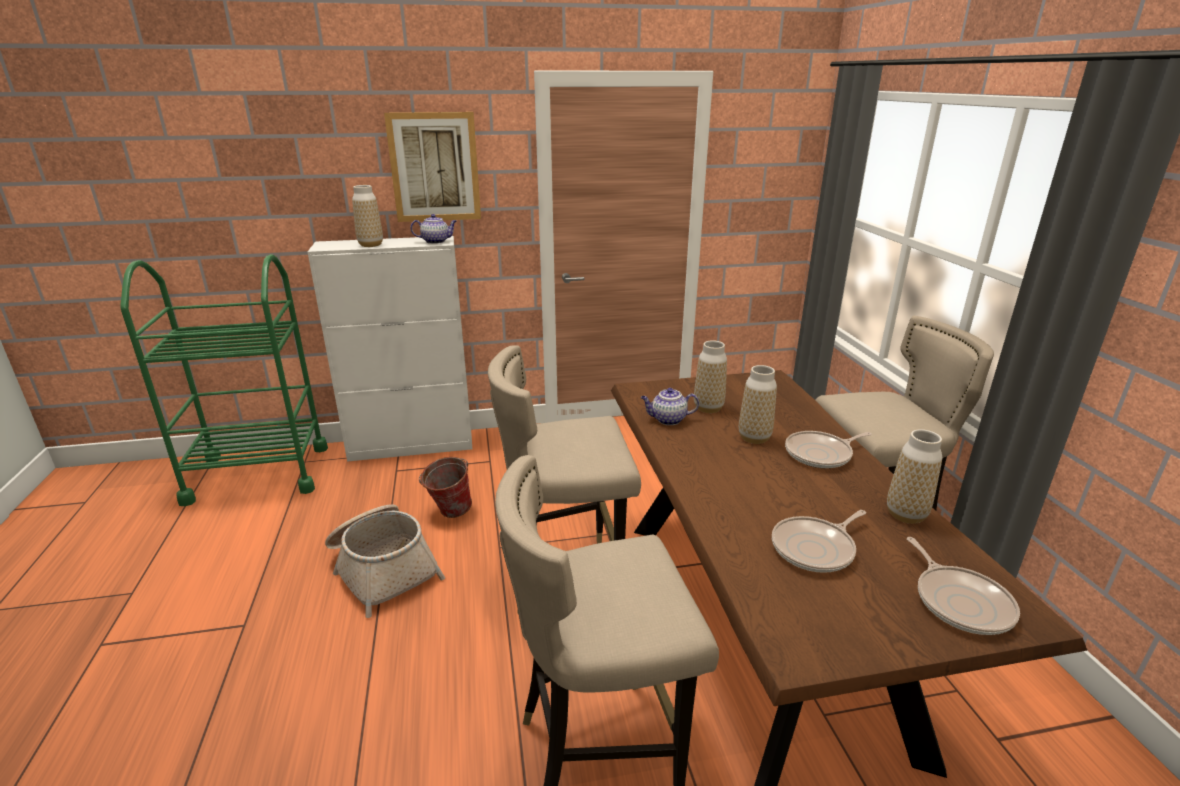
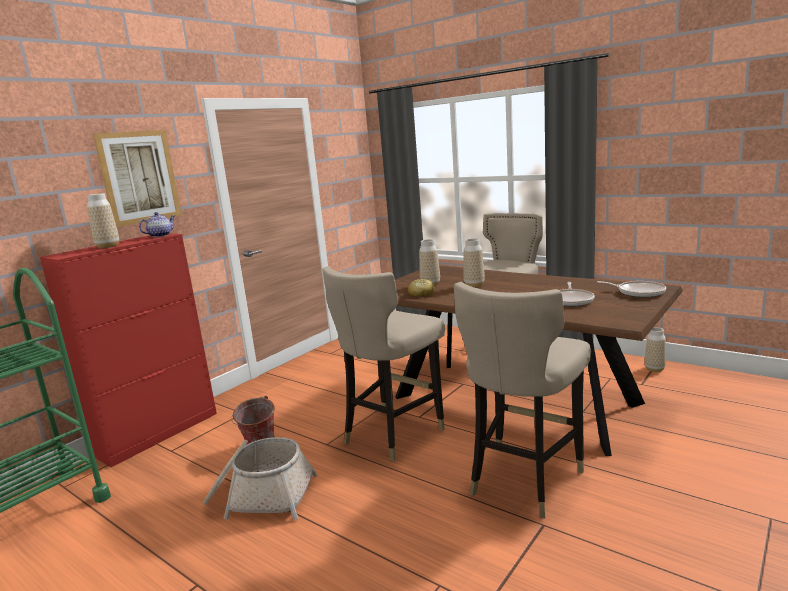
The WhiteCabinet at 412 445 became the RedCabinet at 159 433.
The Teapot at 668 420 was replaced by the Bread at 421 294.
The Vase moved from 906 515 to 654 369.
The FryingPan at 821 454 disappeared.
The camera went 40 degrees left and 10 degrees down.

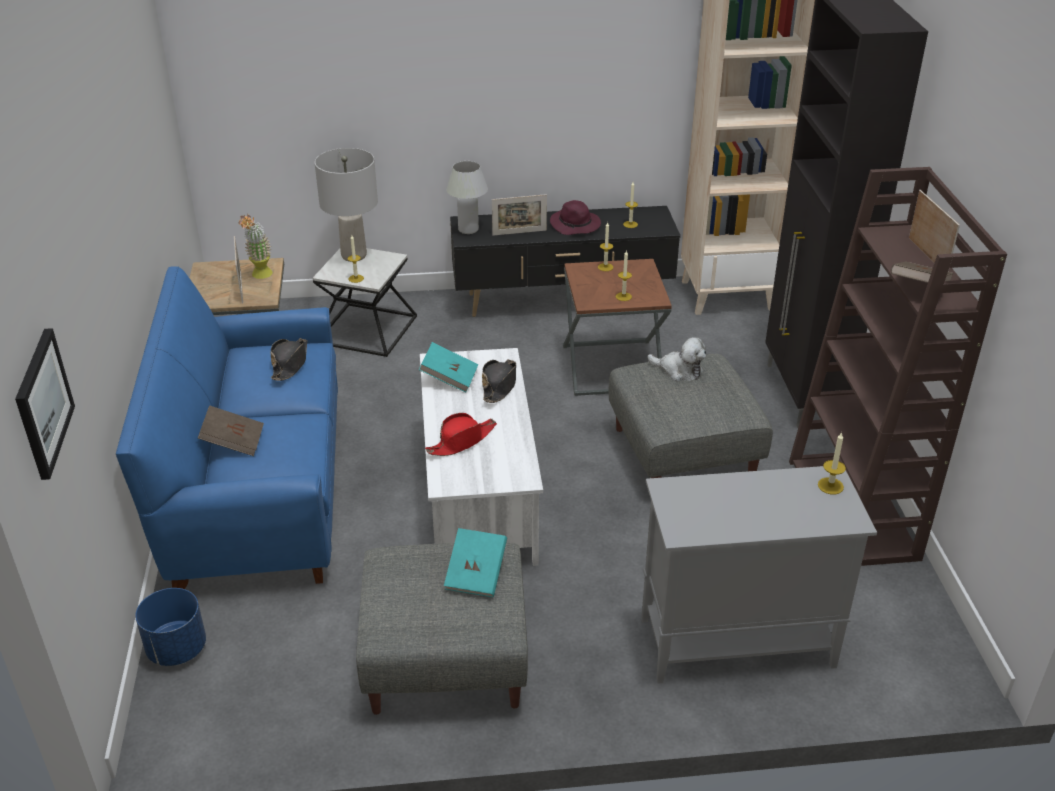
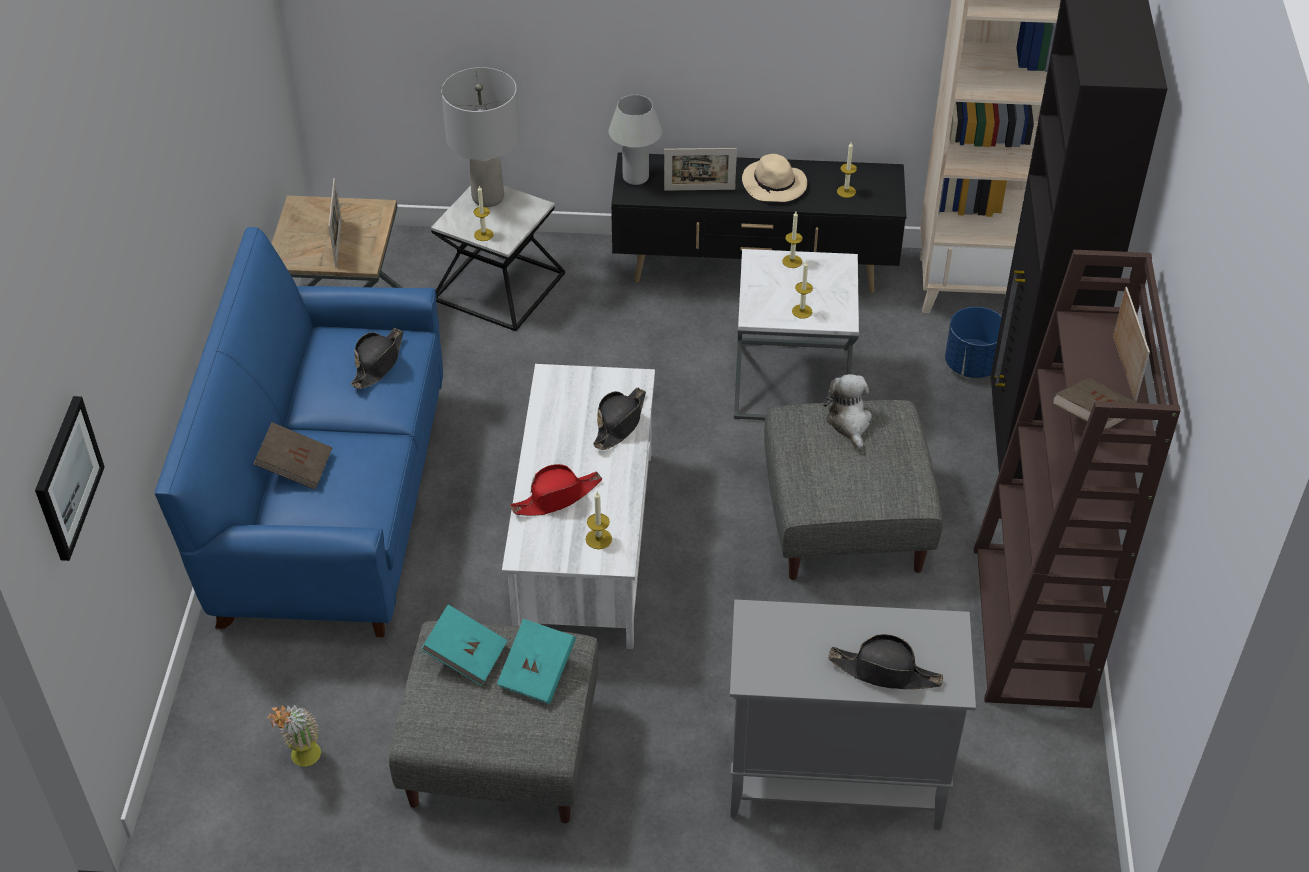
The PottedPlant moved from 260 276 to 302 760.
The TurquoiseBook moved from 449 378 to 466 656.
The Candle moved from 830 486 to 598 539.
The BrownSideTable at 612 367 became the WhiteSideTable at 792 382.
The PurpleHat at 576 225 became the BeigeHat at 775 185.
The PlushToy at 679 370 turned 135 degrees counterclockwise.
The BlackHat at 885 672 appeared.
The BluePlanter moved from 176 648 to 971 364.
The camera went 10 degrees right and 10 degrees up.

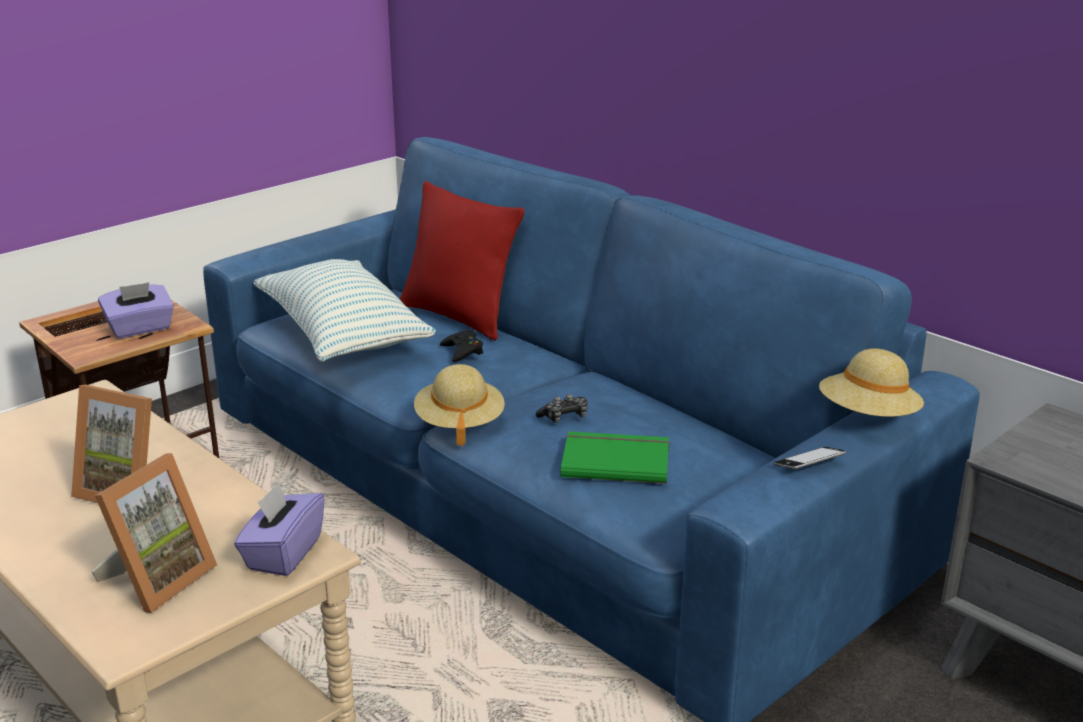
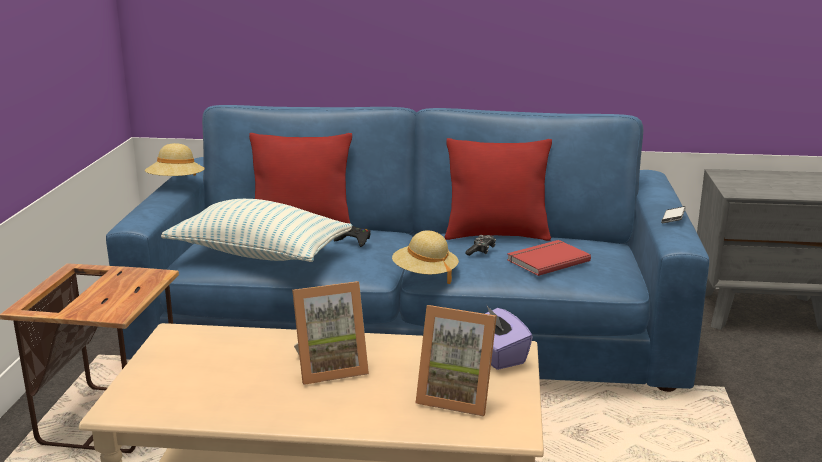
The BeigeHat moved from 868 417 to 176 183.
The PictureFrame at 157 579 turned 120 degrees clockwise.
The RedPillow at 496 235 appeared.
The GreenBook at 615 460 became the RedBook at 546 260.
The PurpleTissueBox at 140 329 disappeared.
The camera went 40 degrees left and 5 degrees down.

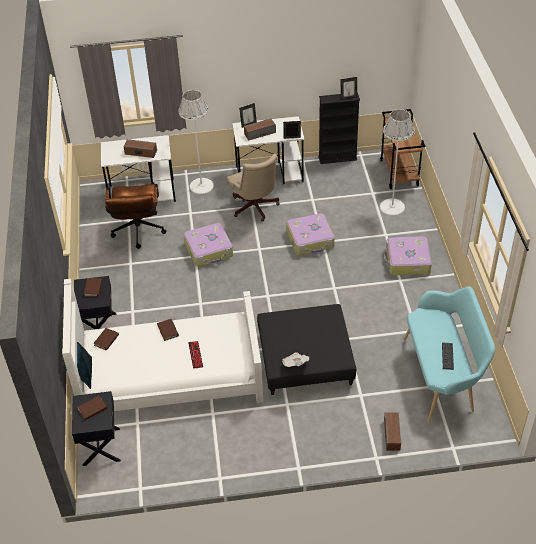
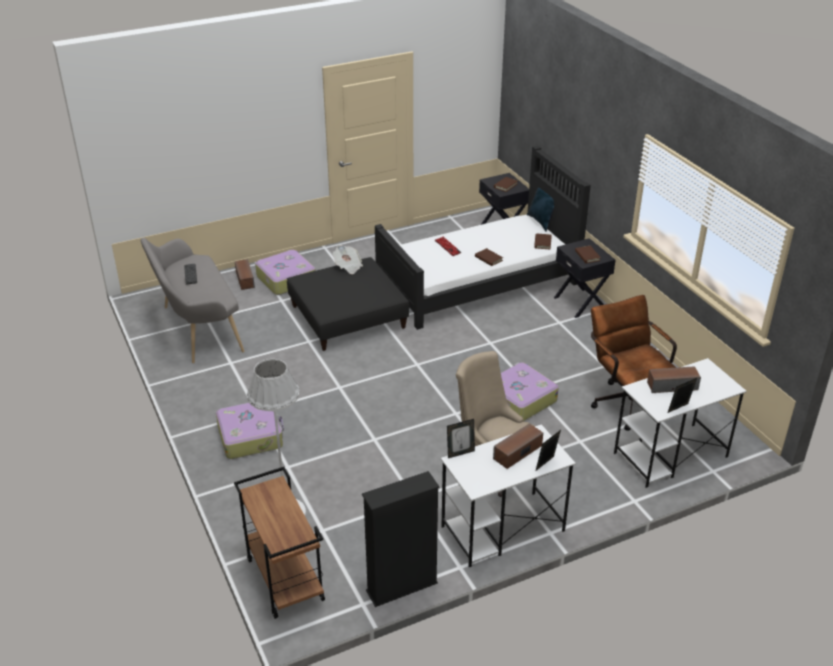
The TurquoiseBench at 442 375 became the GreyBench at 197 329.
The Suitcase moved from 310 240 to 285 279.
The WhiteBed at 169 376 became the BlackBed at 478 281.
The PictureFrame moved from 348 97 to 679 409.
The WhiteFloorLamp at 201 186 disappeared.
The camera went 160 degrees right and 10 degrees down.

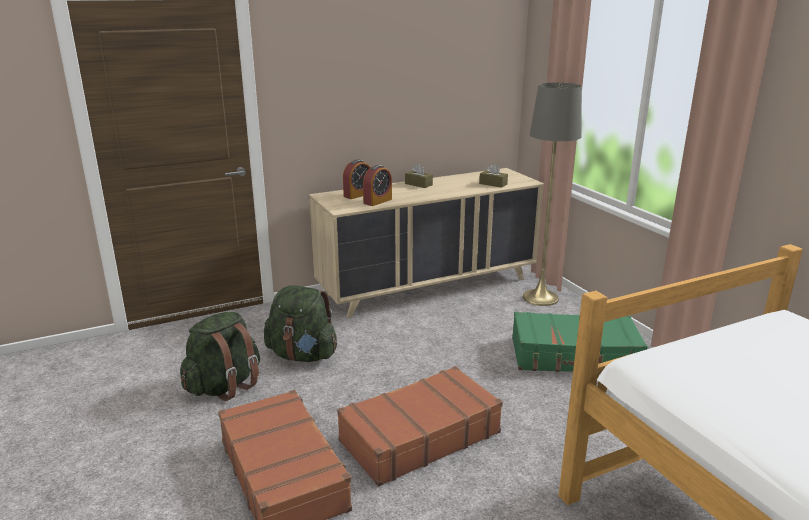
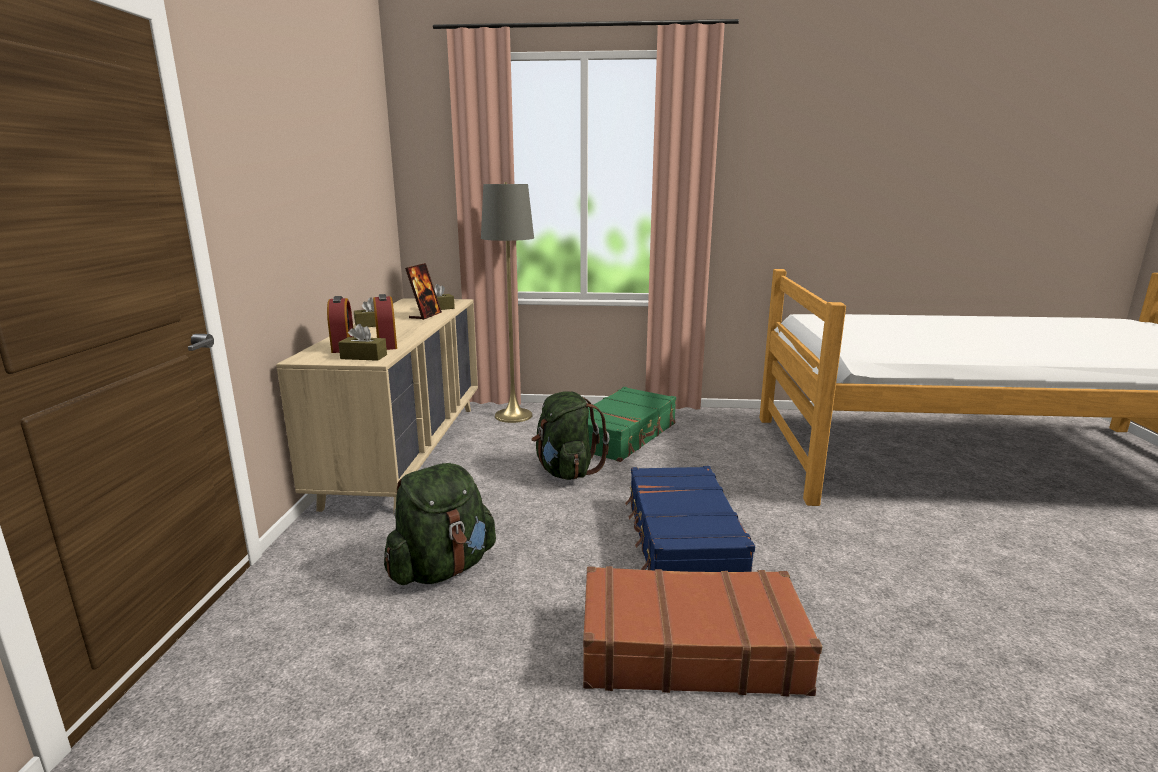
The BrownTissueBox at 364 357 appeared.
The PictureFrame at 425 316 appeared.
The GreenBackpack moved from 224 386 to 566 471.
The BrownSuitcase at 419 436 became the BlueSuitcase at 682 541.
The camera went 60 degrees left and 5 degrees down.

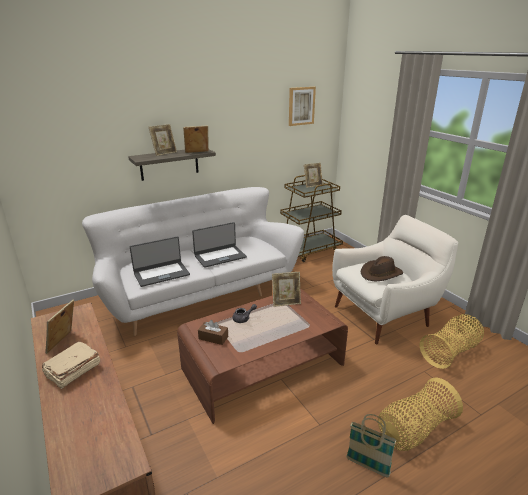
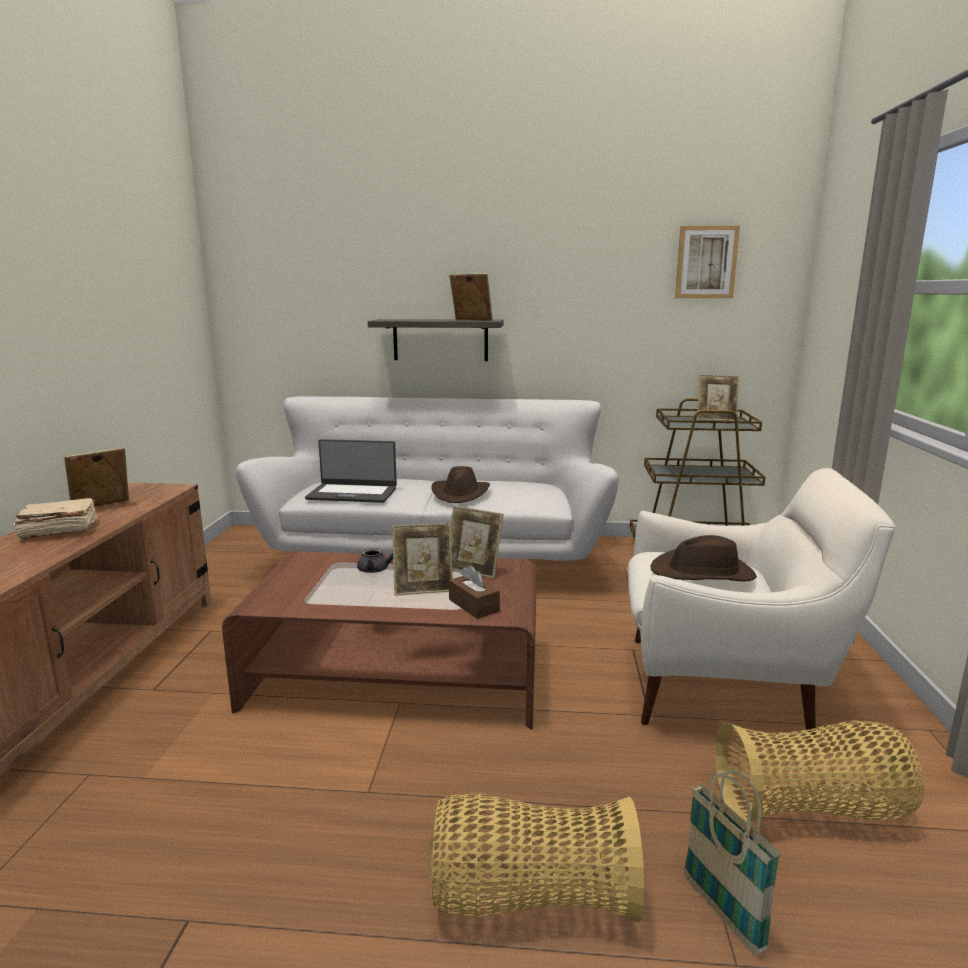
The PictureFrame moved from 164 153 to 423 589.
The Laptop at 220 256 was replaced by the BrownHat at 460 494.
The BrownTissueBox moved from 213 338 to 473 605.
The Basket moved from 367 466 to 722 912.
The camera went 35 degrees right and 10 degrees down.

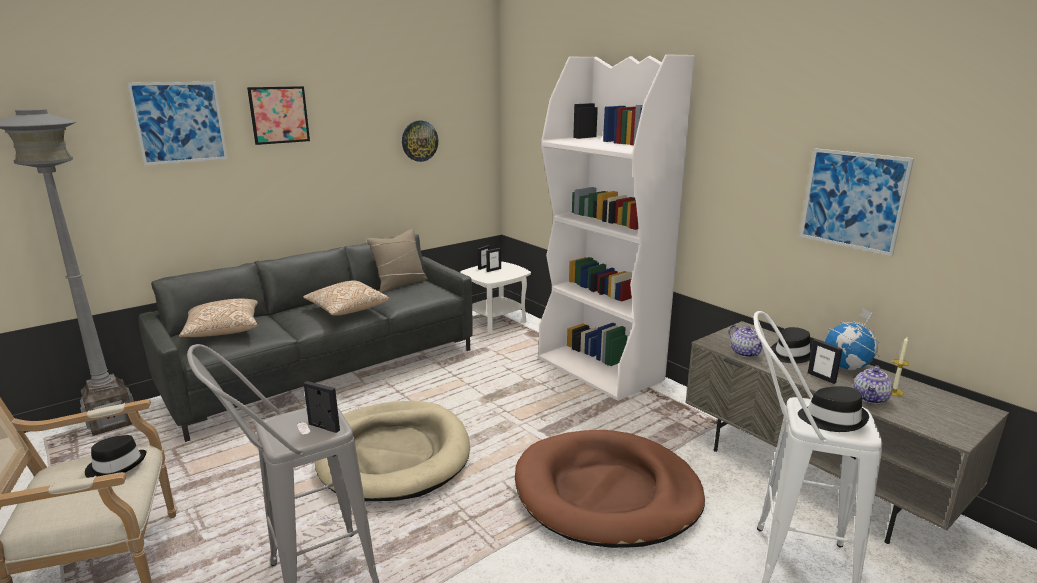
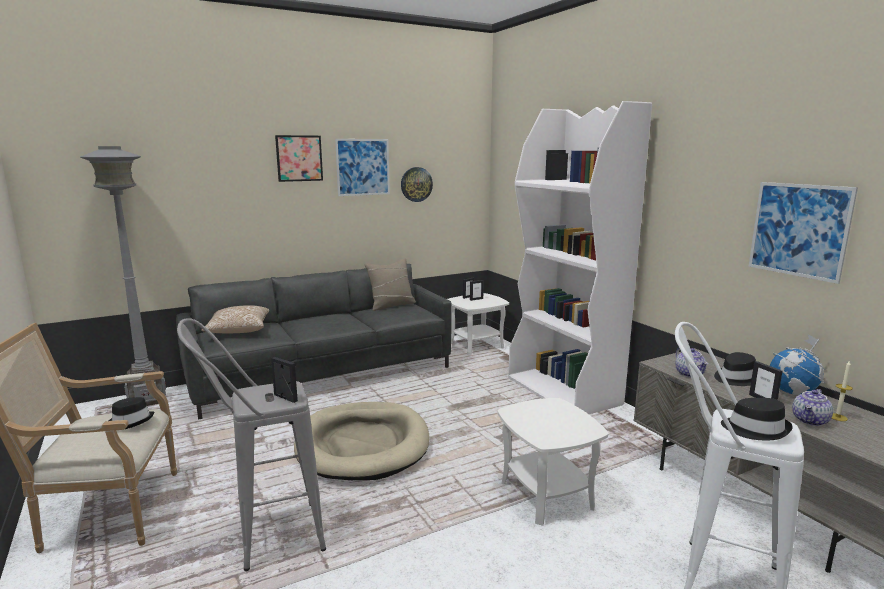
The Picture moved from 179 122 to 363 167.
The BrownDogBed at 607 493 was replaced by the WhiteSideTable at 547 495.
The Pillow at 347 310 disappeared.
The camera went 10 degrees right and 5 degrees down.

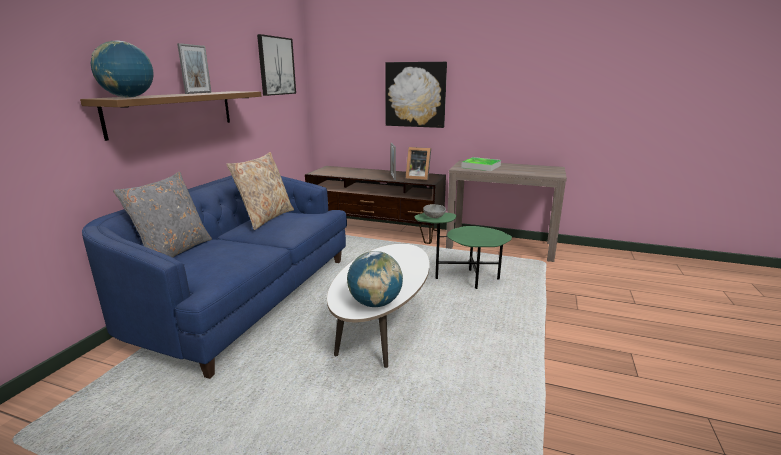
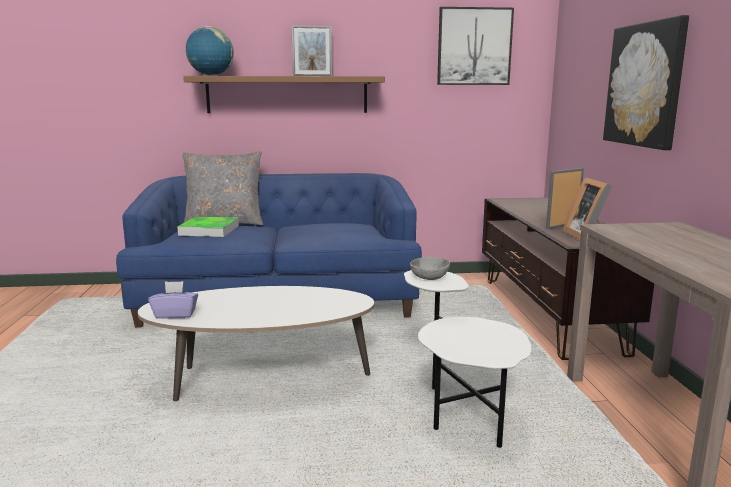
The Globe at 375 303 was replaced by the PurpleTissueBox at 175 314.
The Tray moved from 481 166 to 209 230.
The GreenSideTable at 463 279 became the WhiteSideTable at 459 413.
The BeigePillow at 266 218 disappeared.
The camera went 65 degrees right and 5 degrees down.

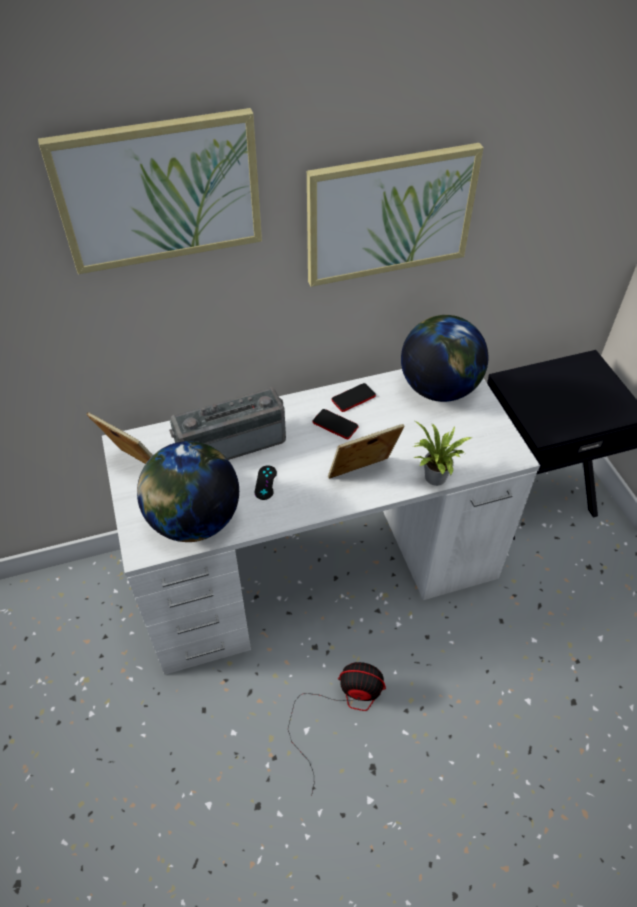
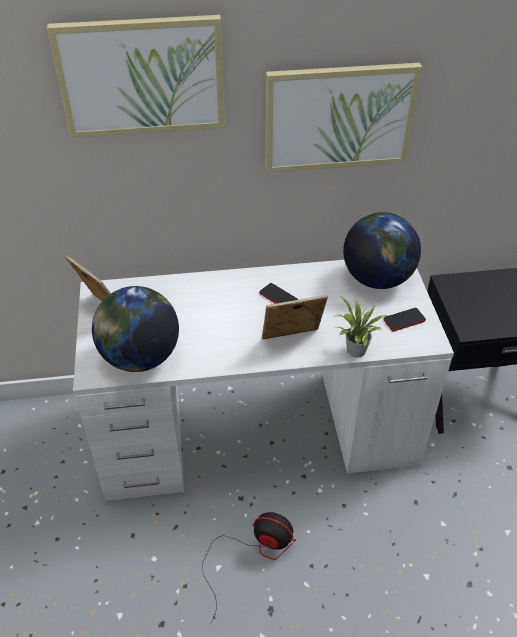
The Phone moved from 353 398 to 404 320.
The Radio at 230 442 disappeared.
The BlackGameController at 265 482 disappeared.
The camera went 10 degrees right and 5 degrees down.

